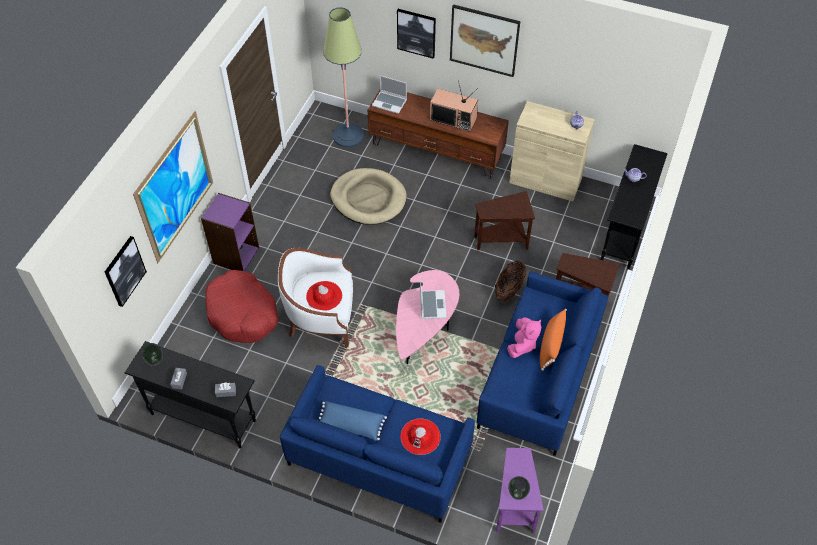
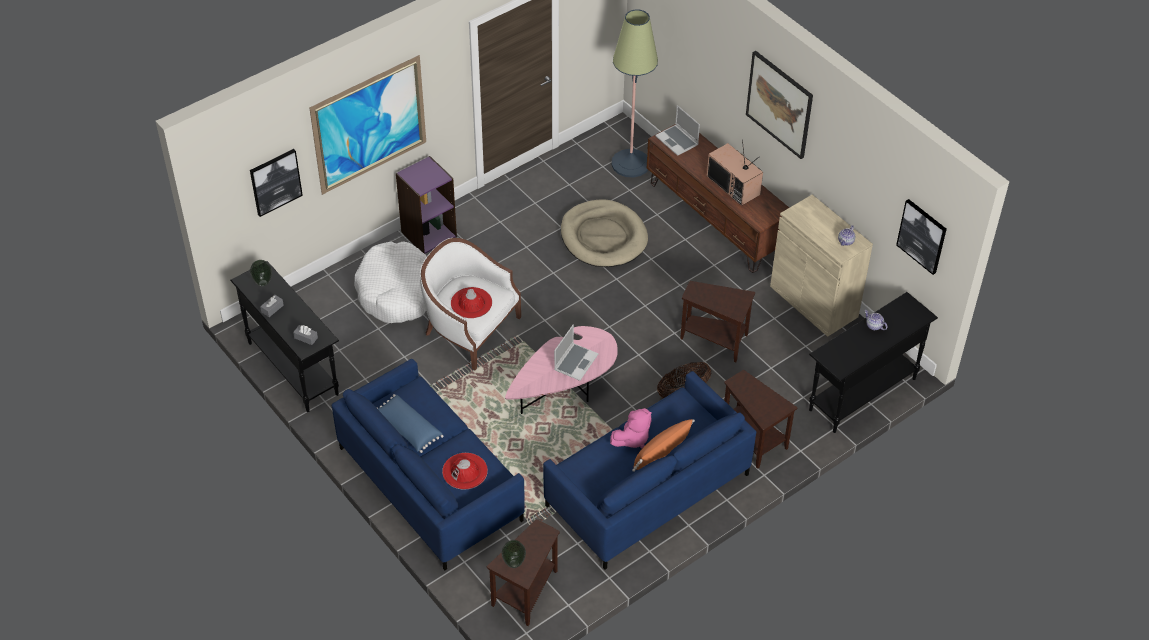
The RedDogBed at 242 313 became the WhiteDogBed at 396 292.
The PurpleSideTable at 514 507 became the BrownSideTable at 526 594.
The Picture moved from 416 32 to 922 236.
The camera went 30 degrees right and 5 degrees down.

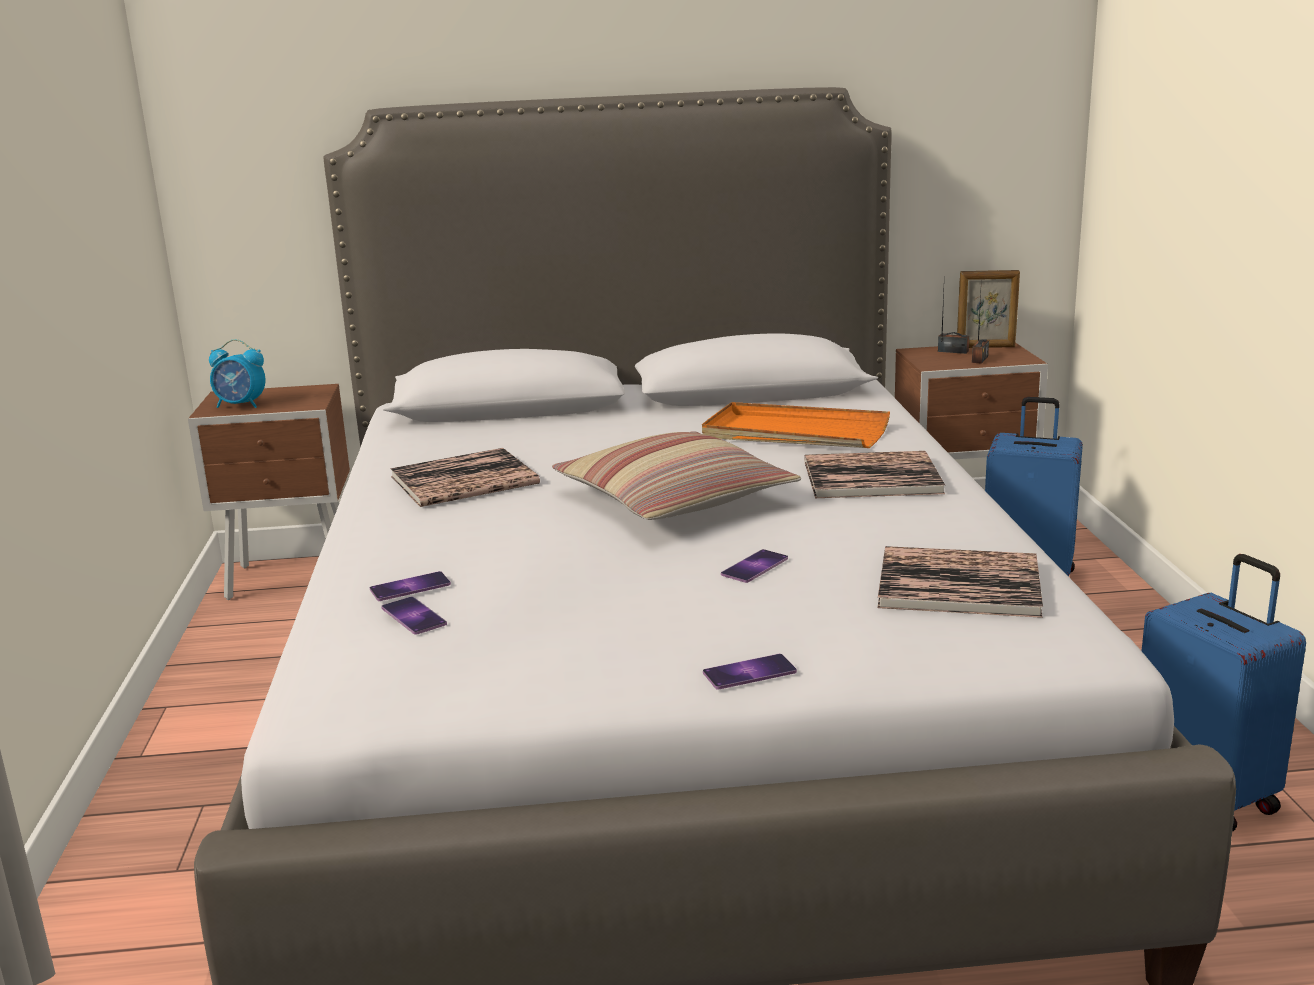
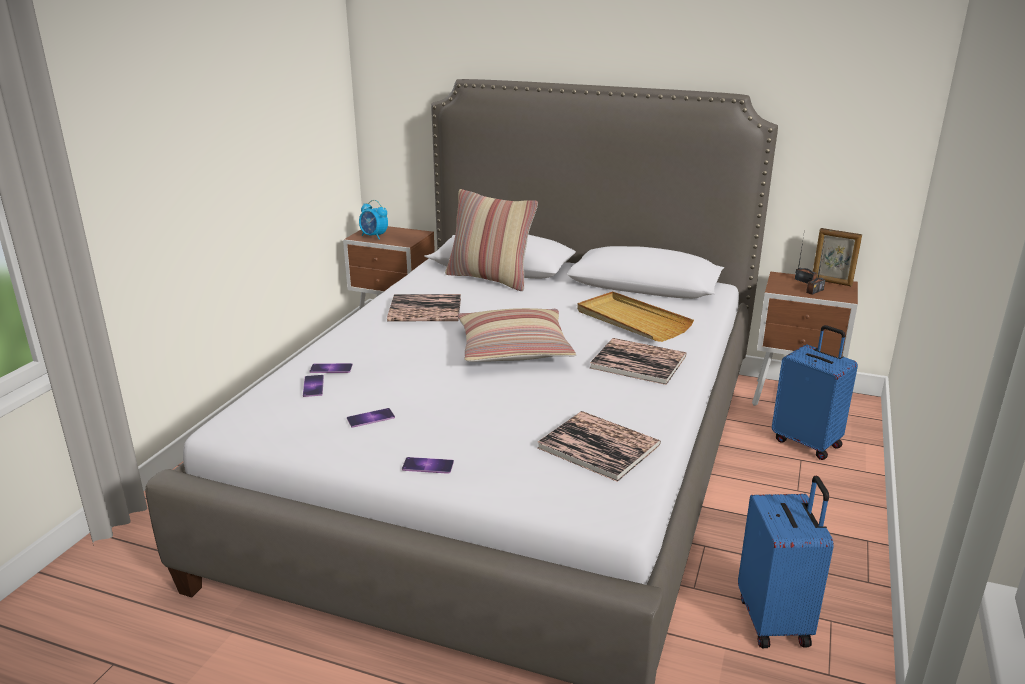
The Phone moved from 755 566 to 370 418.
The Pillow at 490 279 appeared.
The OrangeTray at 794 433 became the BeigeTray at 632 320.
The camera went 25 degrees right and 5 degrees up.

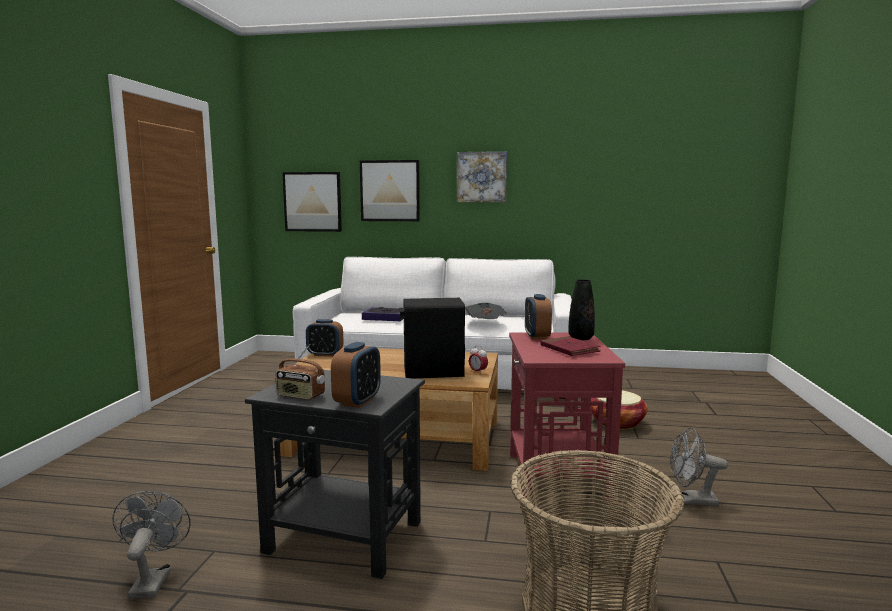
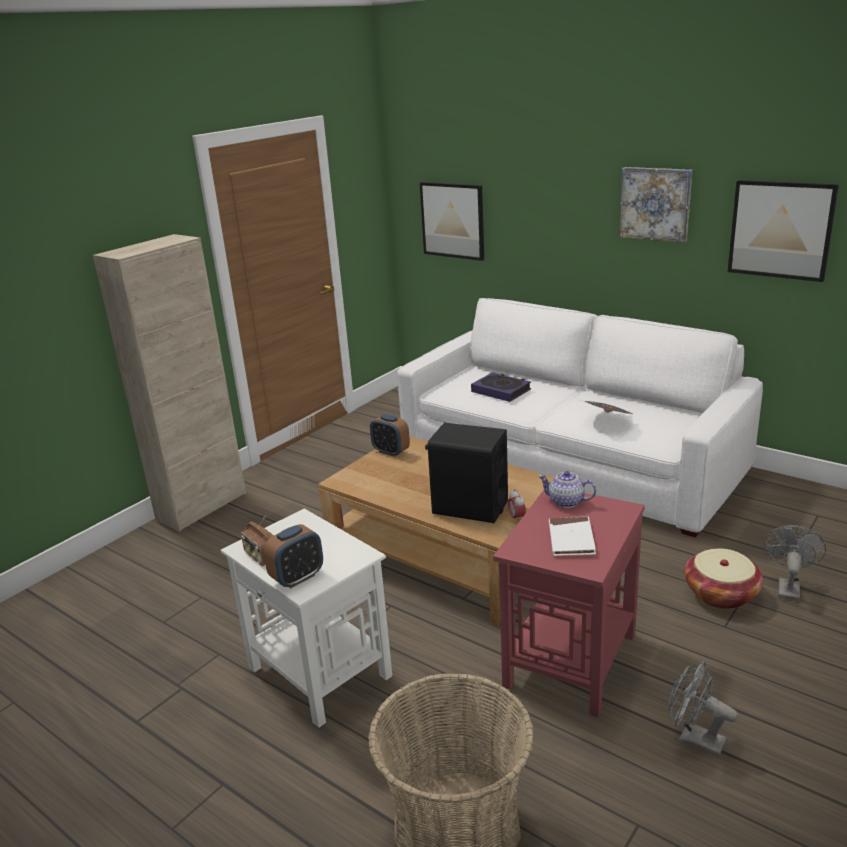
The BeigeCabinet at 202 507 appeared.
The BlackSideTable at 345 537 became the WhiteSideTable at 320 672.
The AlarmClock at 537 336 was replaced by the Teapot at 566 502.
The RedBook at 569 349 became the WhiteBook at 571 539.
The Picture moved from 390 191 to 780 230.
The GreyFan moved from 152 579 to 788 587.
The BlackVase at 581 338 disappeared.
The camera went 30 degrees right and 15 degrees up.

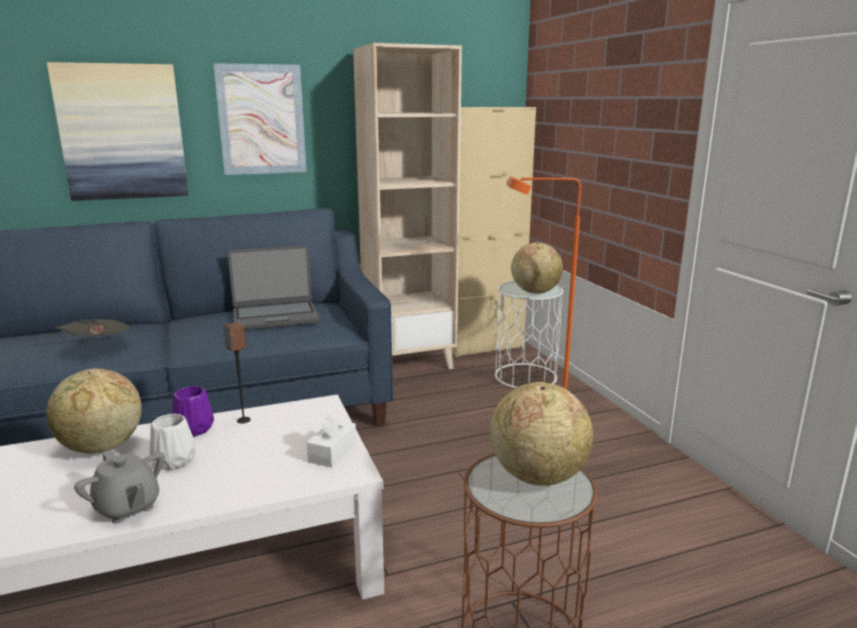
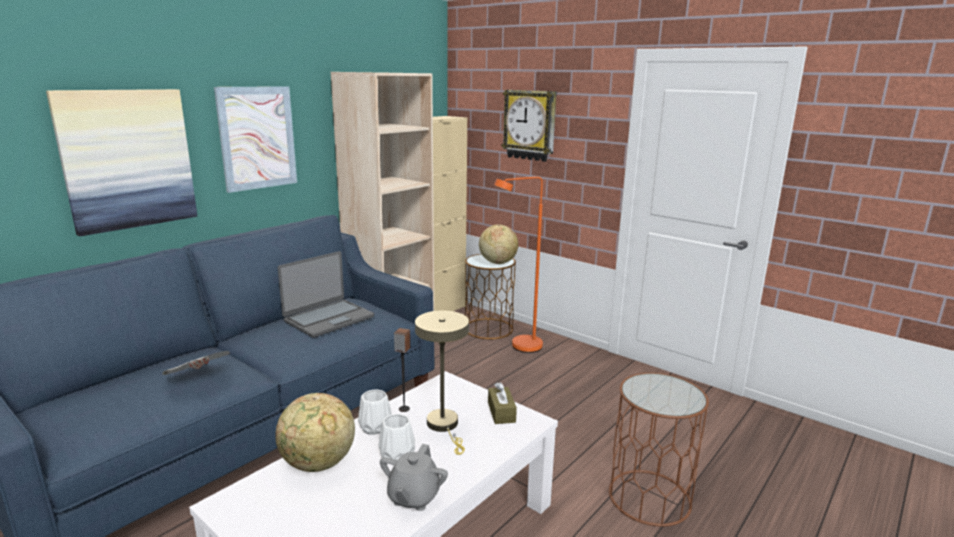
The PurpleVase at 194 430 became the WhiteVase at 375 427.
The GreyTeapot at 127 508 turned 90 degrees clockwise.
The BeigeTableLamp at 445 426 appeared.
The WhiteSideTable at 525 376 became the BrownSideTable at 488 329.
The WhiteTissueBox at 332 452 became the BrownTissueBox at 501 412.
The WallClock at 530 125 appeared.
The Globe at 537 476 disappeared.
The camera went 30 degrees left and 0 degrees up.

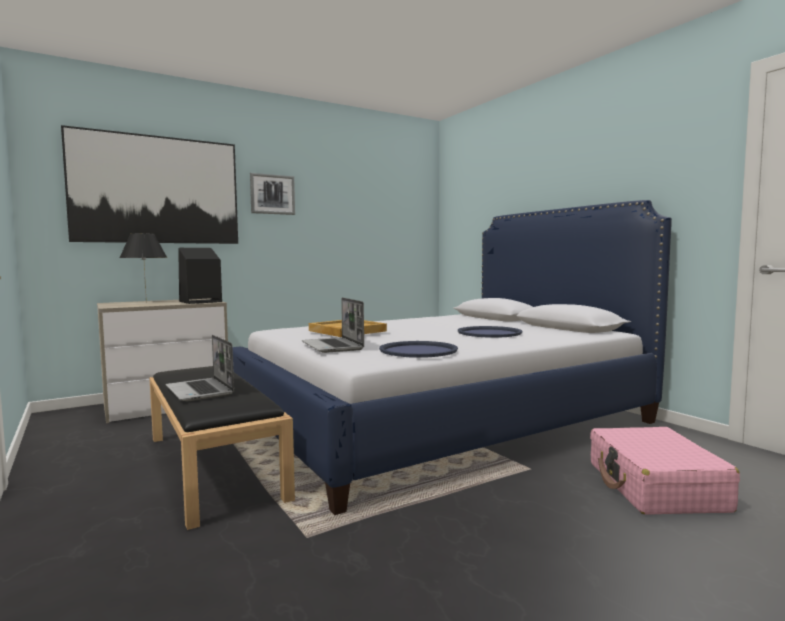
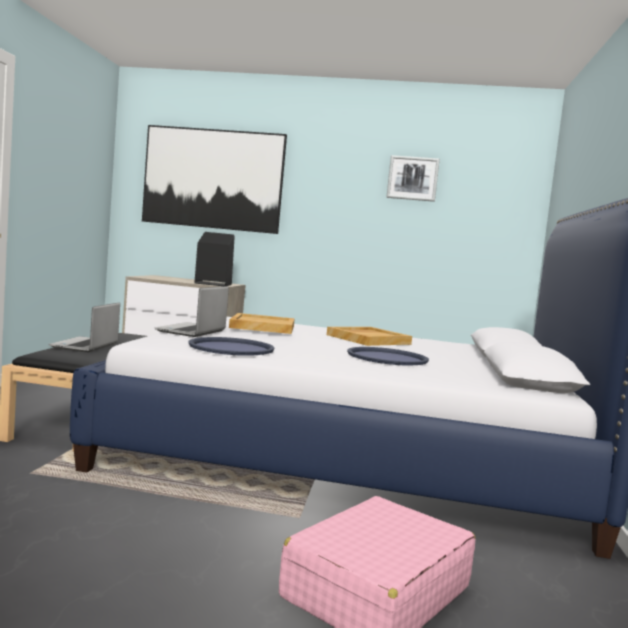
The BeigeTray at 368 339 appeared.
The Picture moved from 272 194 to 412 178.
The BlackTableLamp at 146 302 disappeared.
The camera went 40 degrees right and 0 degrees up.

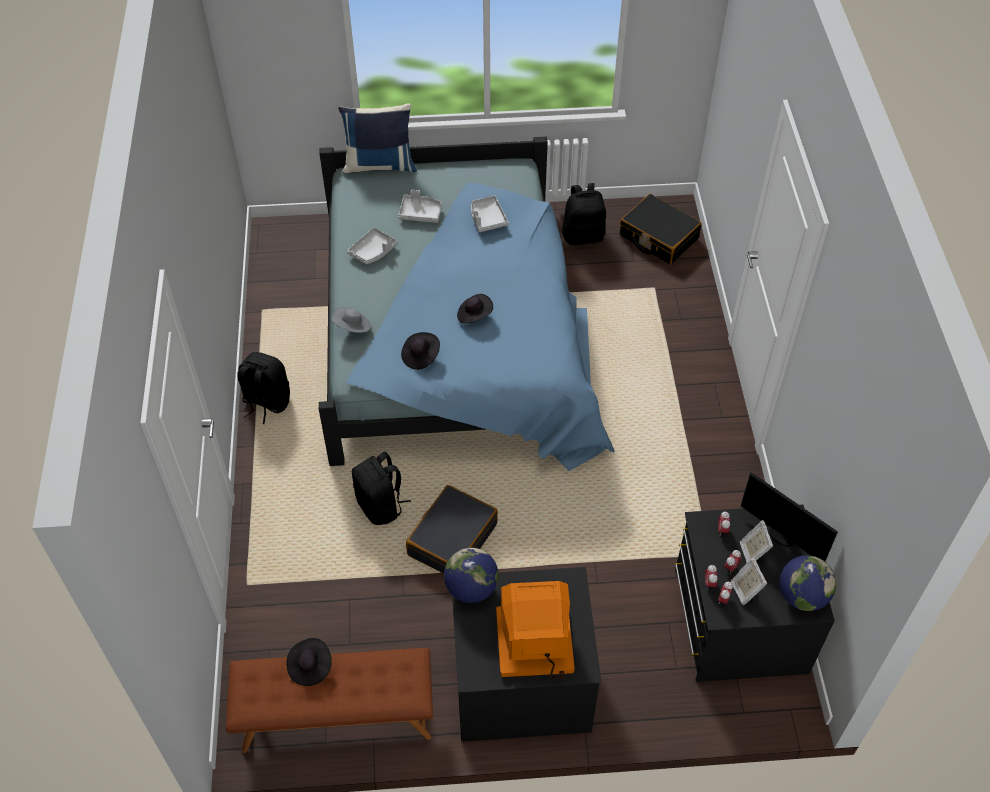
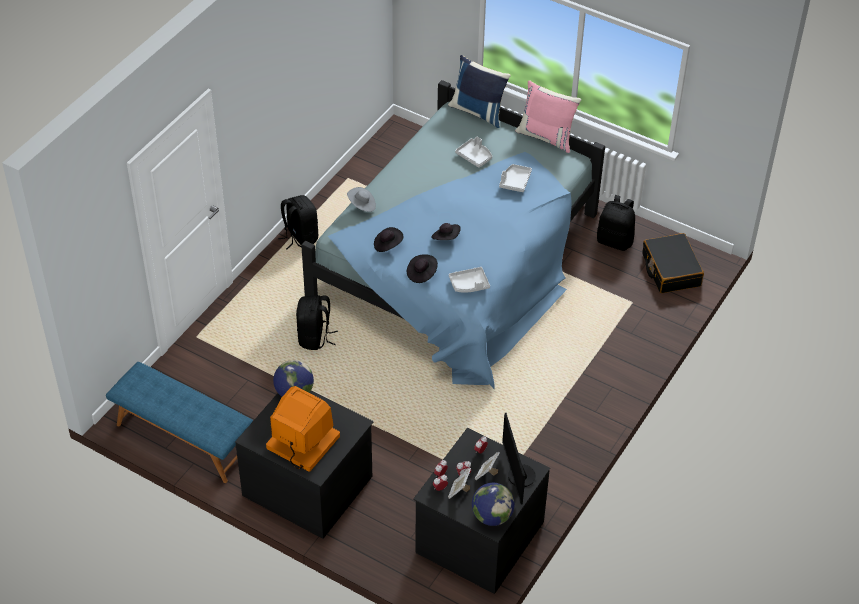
The BrownBench at 336 717 became the BlueBench at 183 439.
The BlackHat moved from 310 667 to 421 273.
The GreyTray moved from 373 251 to 469 284.
The PinkPillow at 546 137 appeared.
The BlackSuitcase at 452 539 disappeared.
The camera went 35 degrees right and 5 degrees down.

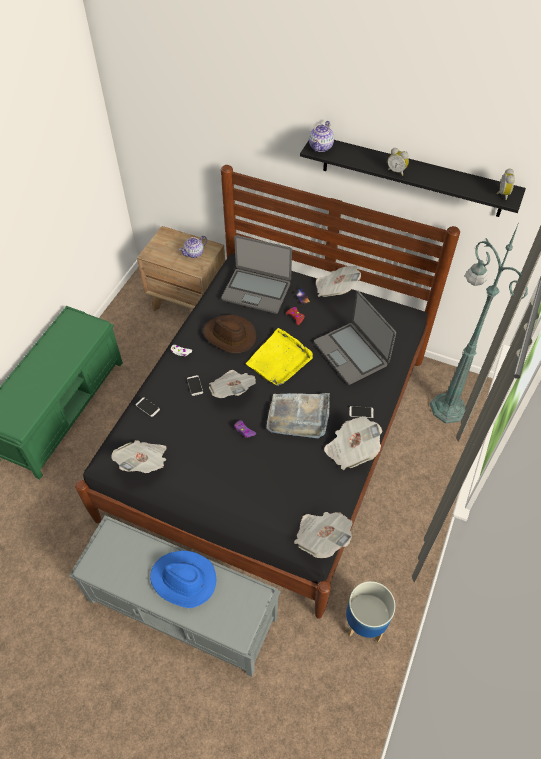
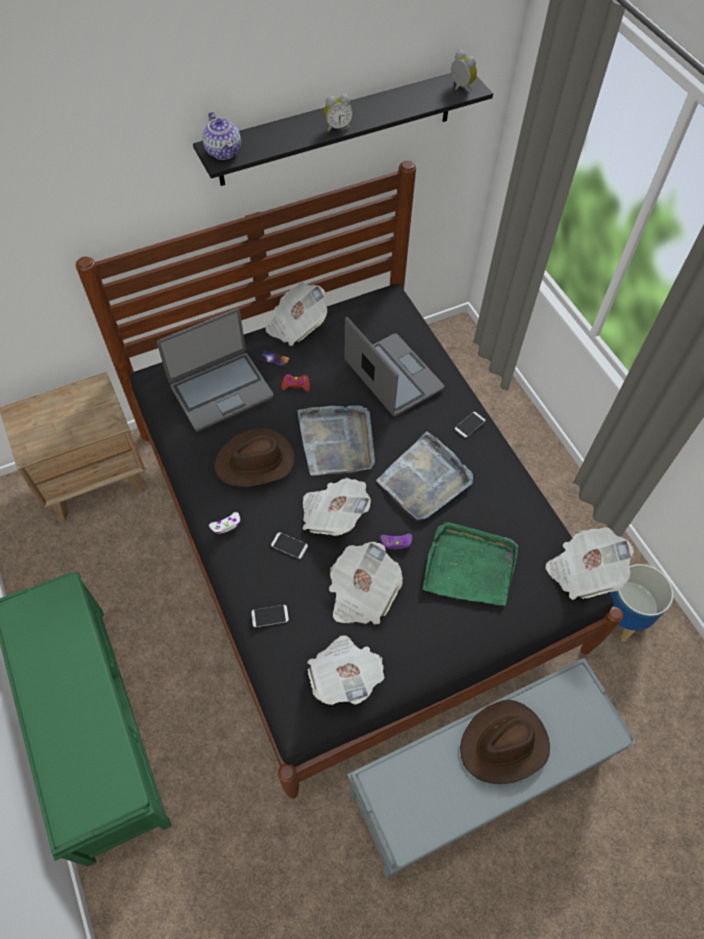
The YellowTray at 279 360 became the GreyTray at 337 441.
The Newspaper moved from 351 450 to 361 593.
The Laptop at 351 353 turned 135 degrees counterclockwise.
The GreenTray at 469 566 appeared.
The BlueHat at 183 580 became the BrownHat at 504 744.
The Teapot at 194 253 disappeared.
The GreenFloorLamp at 447 406 disappeared.
The camera went 50 degrees left and 5 degrees up.

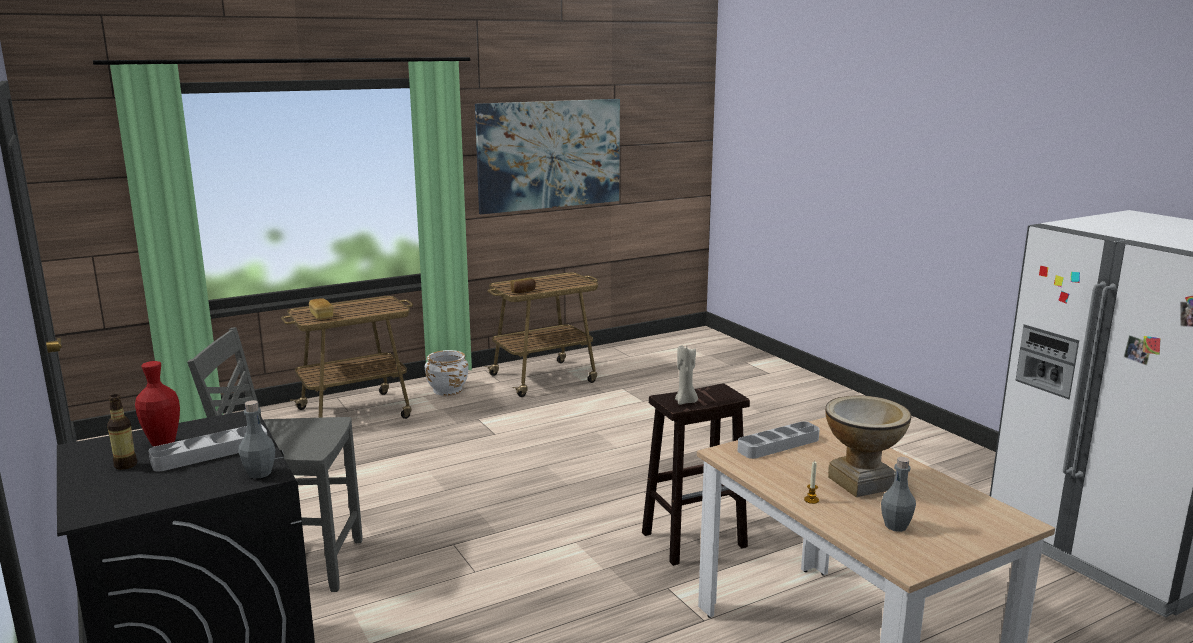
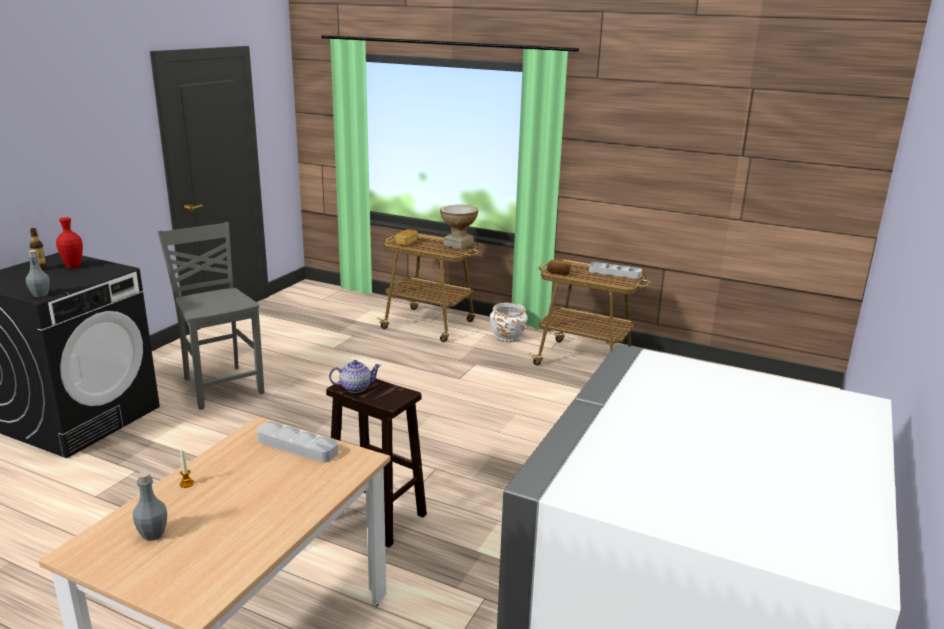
The BeigeCandle at 685 402 was replaced by the Teapot at 356 387.
The Vase moved from 861 483 to 458 245.
The GreyTray moved from 210 453 to 615 273.
The Picture at 549 154 disappeared.
The camera went 55 degrees right and 5 degrees up.

